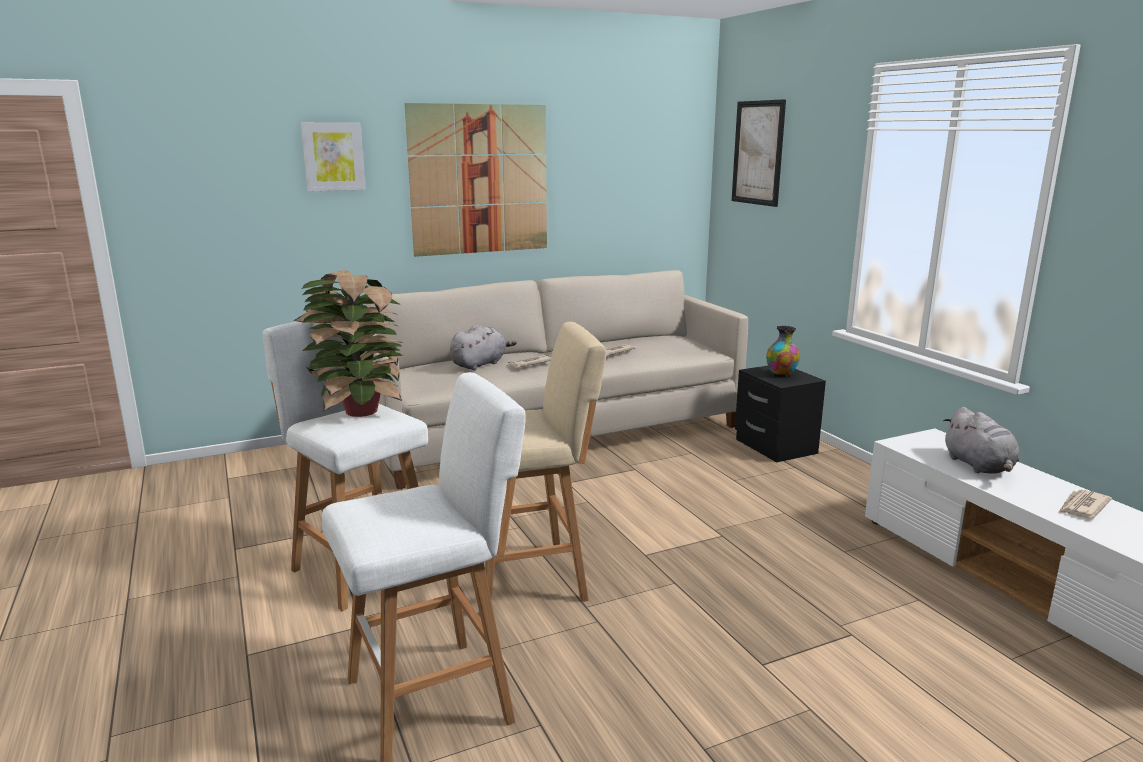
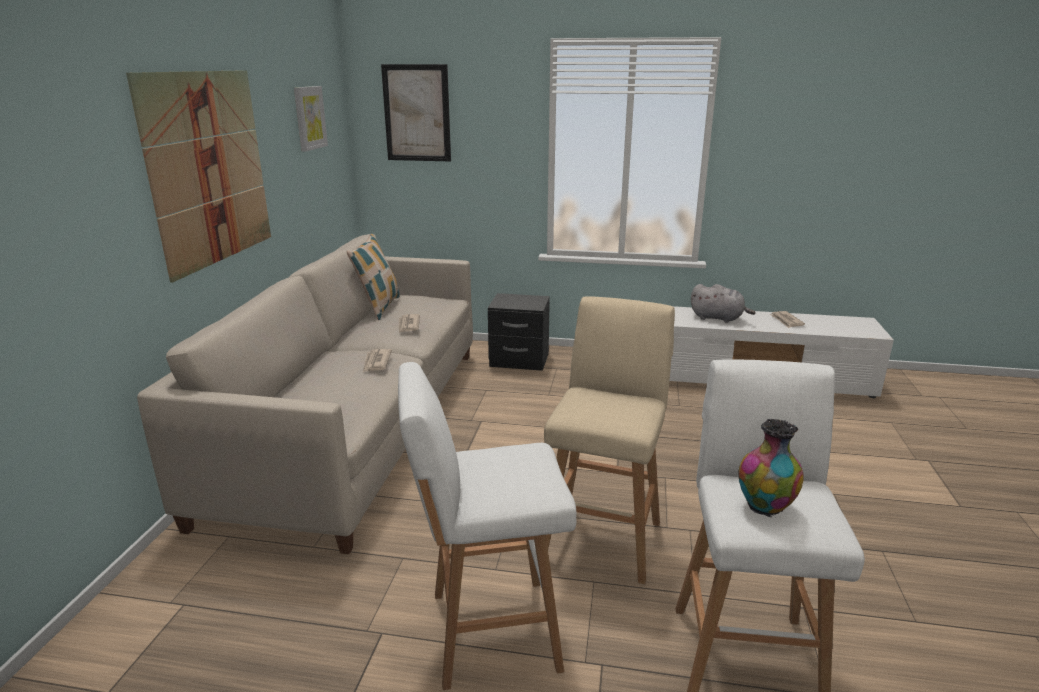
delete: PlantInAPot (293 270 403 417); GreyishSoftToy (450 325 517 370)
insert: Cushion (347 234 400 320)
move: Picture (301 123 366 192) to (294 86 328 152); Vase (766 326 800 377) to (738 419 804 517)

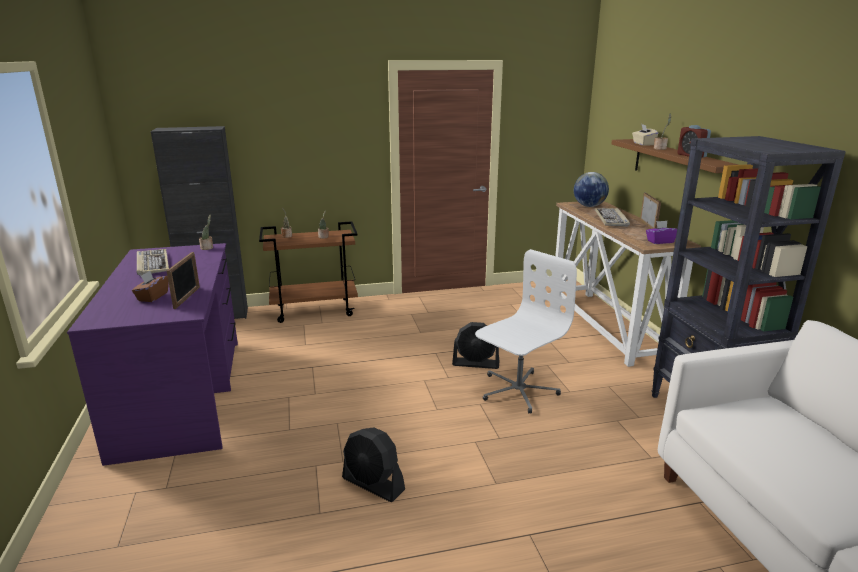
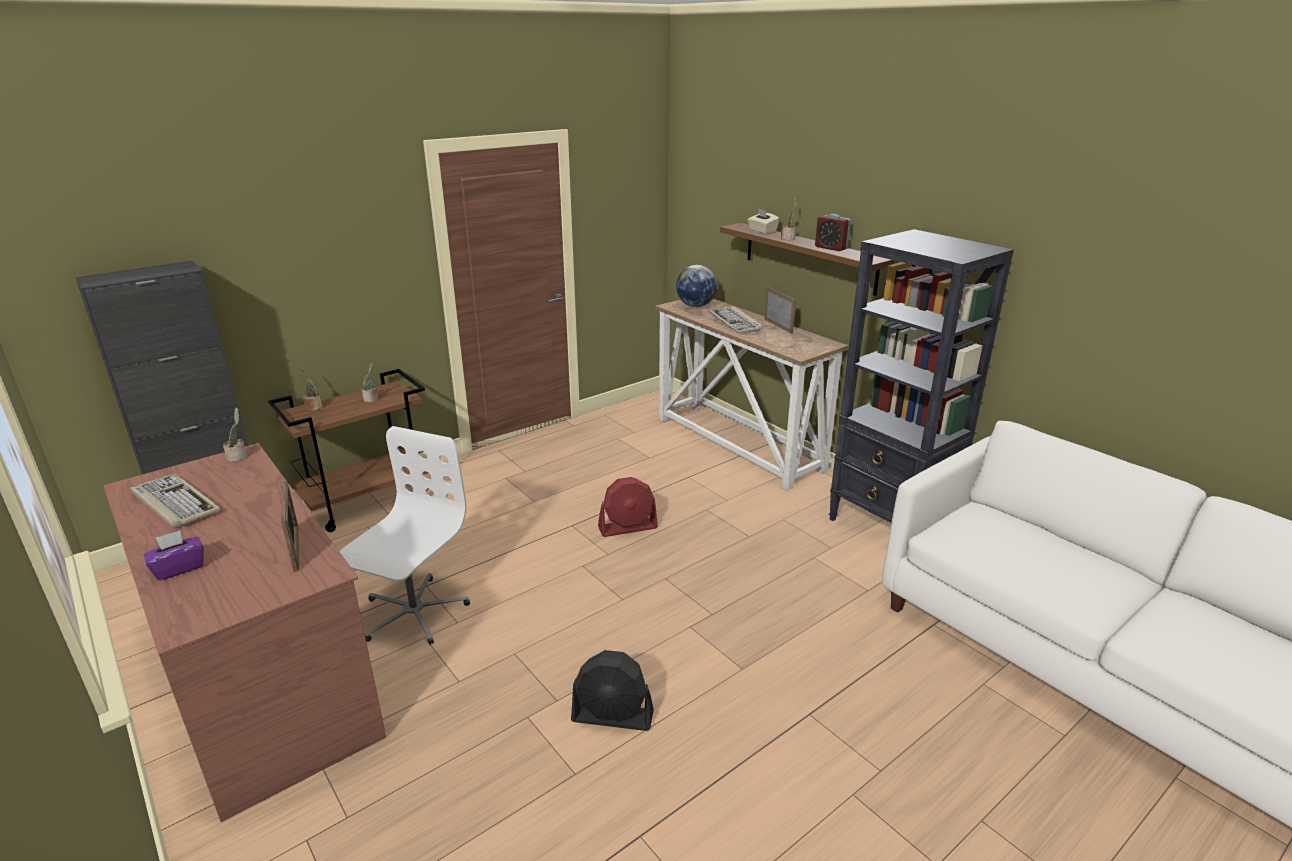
delete: BrownishTissueHolder (132 271 169 302)
move: WhiteDeskChair (475 249 577 414) to (339 426 470 645); PurpleColouredTissueHolder (646 221 677 244) to (144 530 204 581)
recolor: PurpleColouredDeskTable (67 243 238 466) to BrownishDeskTable (104 443 386 822); BlackElectricFan (452 322 500 369) to ReddishElectricFan (598 477 658 537)

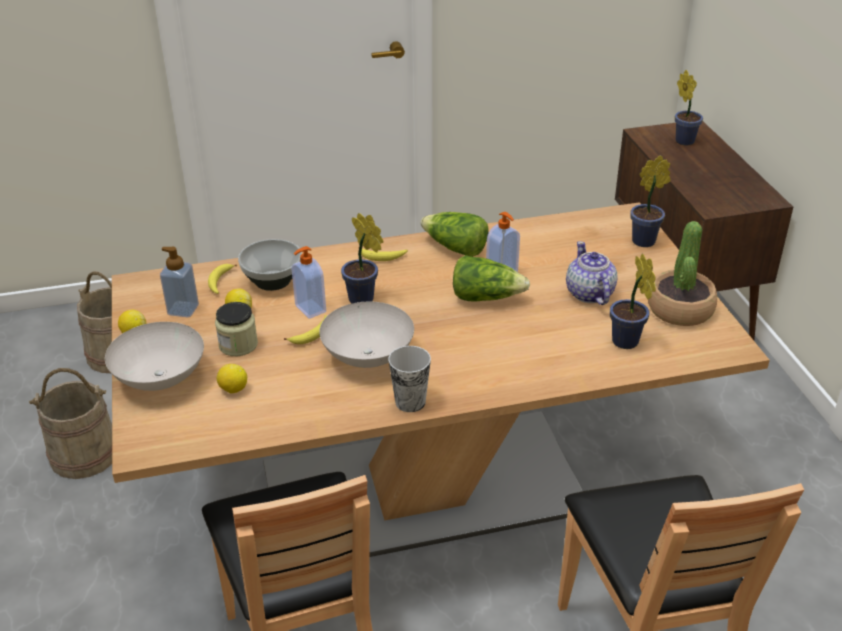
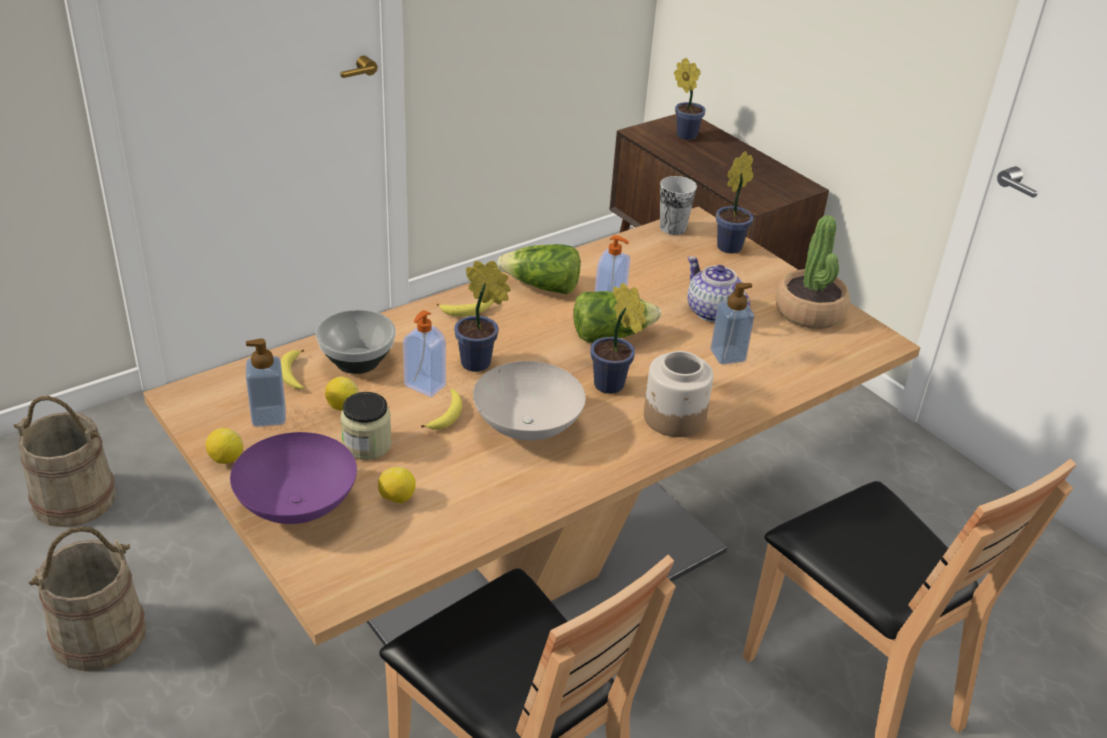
insert: PreserveJar (644 351 713 437); SoapBottle (710 283 754 364)
move: Cup (388 346 431 412) to (660 176 697 235); PlantInAPot (610 253 656 349) to (590 282 646 394)
recolor: WhiteBowl (105 322 204 391) to PurpleColouredBowl (230 432 357 524)

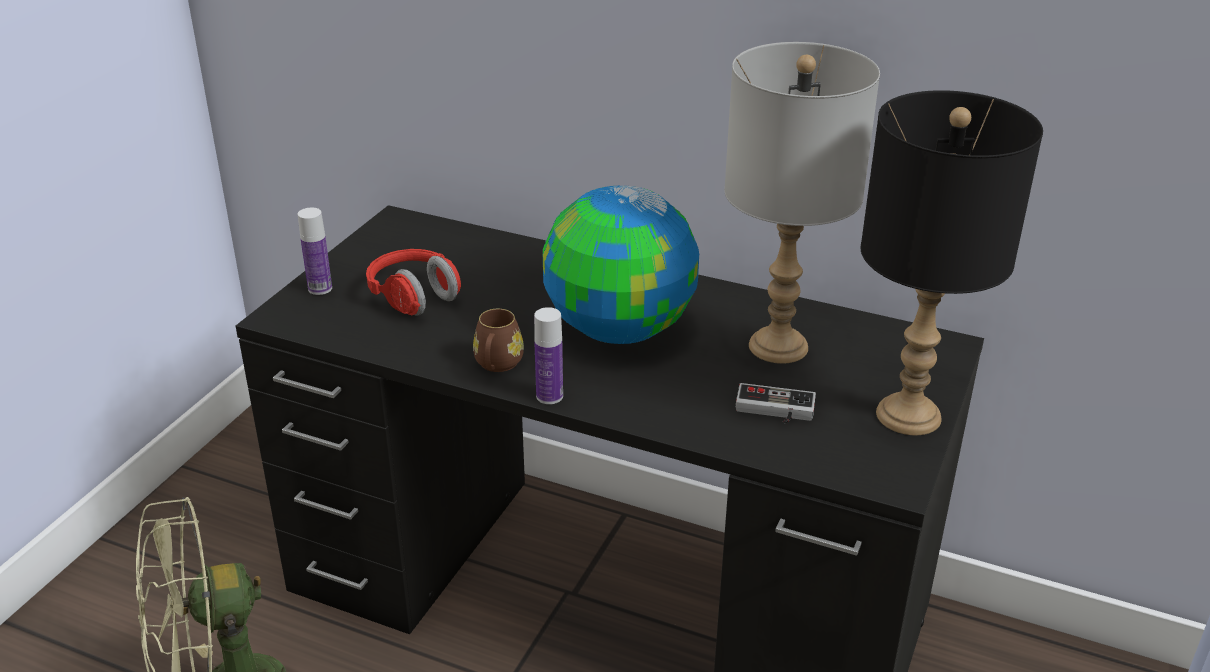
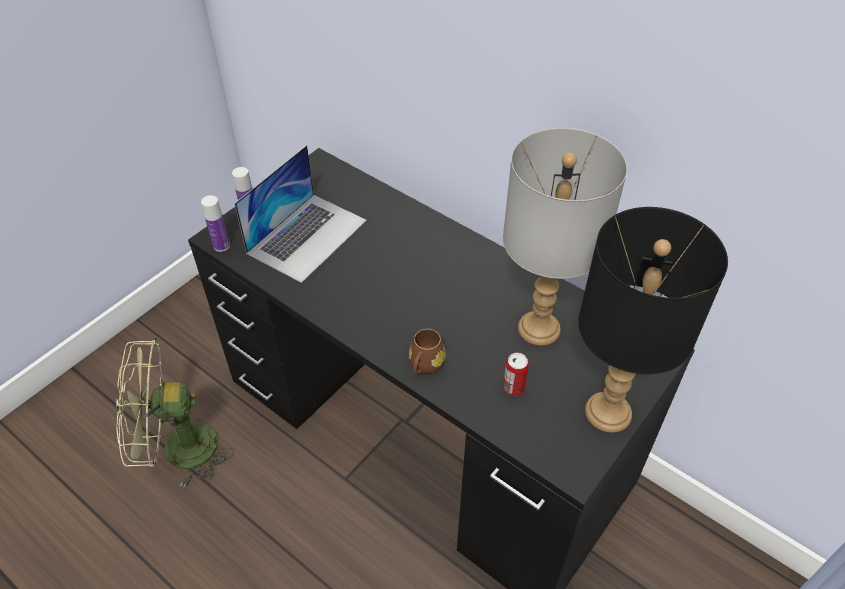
delete: DeskGlobe (543 186 699 344)
move: BrownishCoffeeMug (473 309 524 372) to (409 329 446 375); DrinkBottle (534 307 563 404) to (201 195 230 252)
replace: ReddishHeadphones (366 249 461 316) to NotebookComputer (234 145 367 283); Gamepad (736 383 816 424) to SealedCan (503 353 529 396)

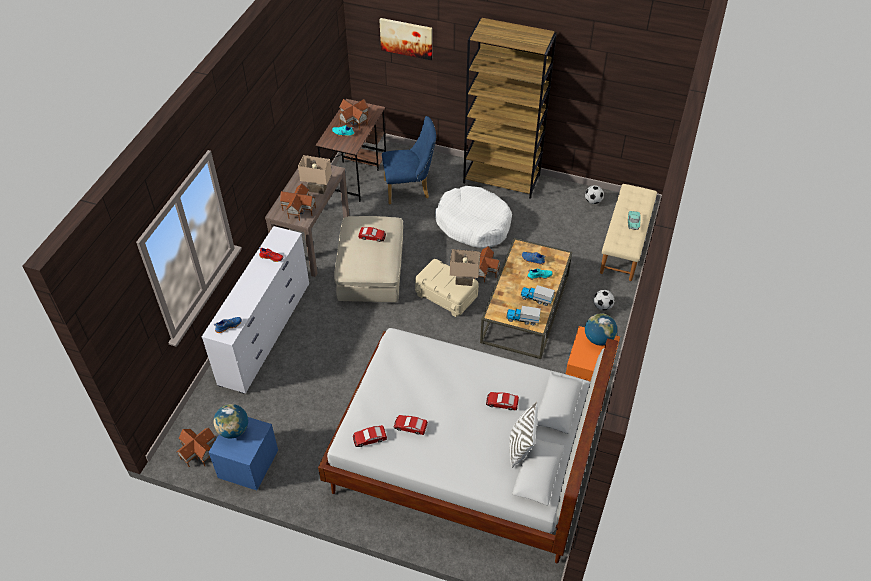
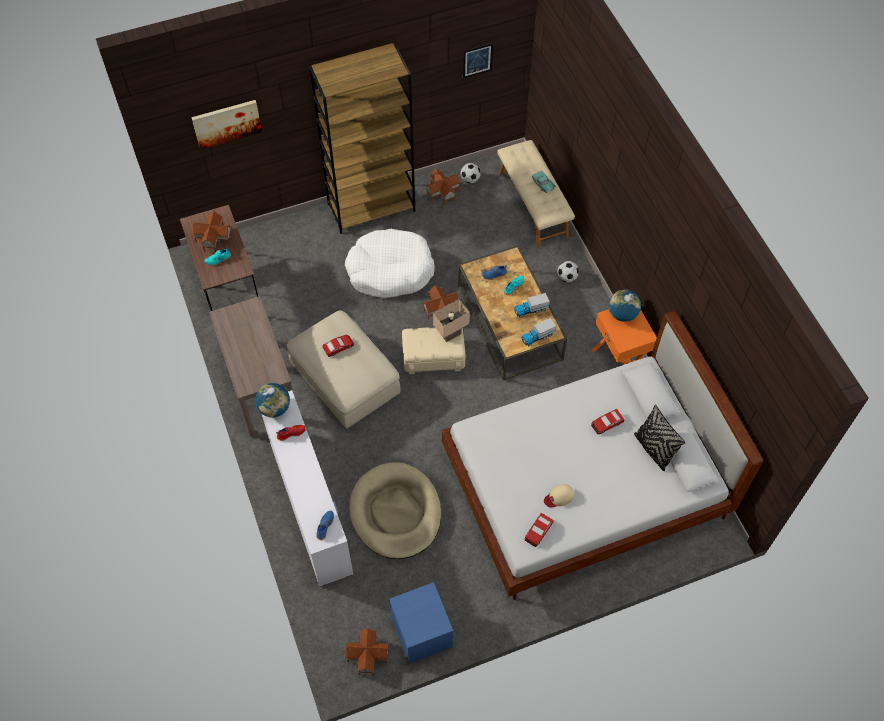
delete: BeigeTabletopLamp (298 155 332 194); BluishChair (382 116 436 204)
insert: BeigeDogBed (349 462 441 559); Picture (463 43 493 79)
move: DeskGlobe (213 404 248 438) to (255 383 290 417); ToyHouse (280 183 316 221) to (426 169 460 205)
replace: ToyCar (394 415 428 435) to BeigeCap (544 484 574 507)
recolor: WhiteCushion (509 401 538 468) to BlackCushion (634 404 686 471)

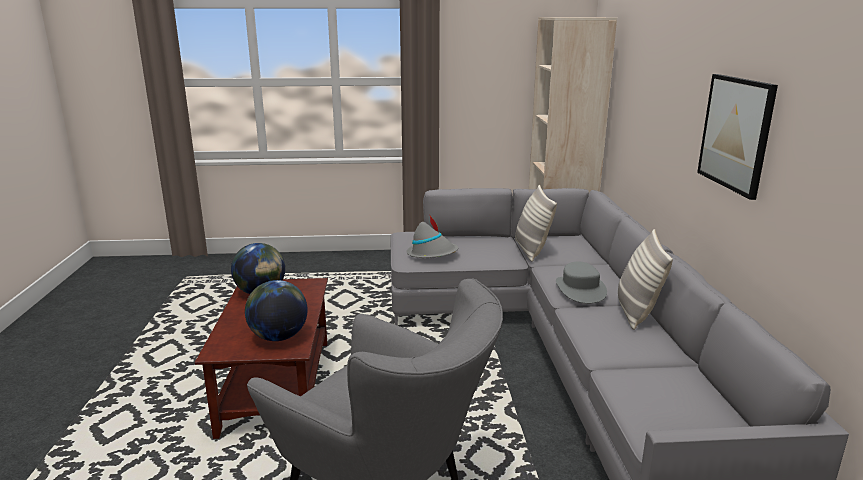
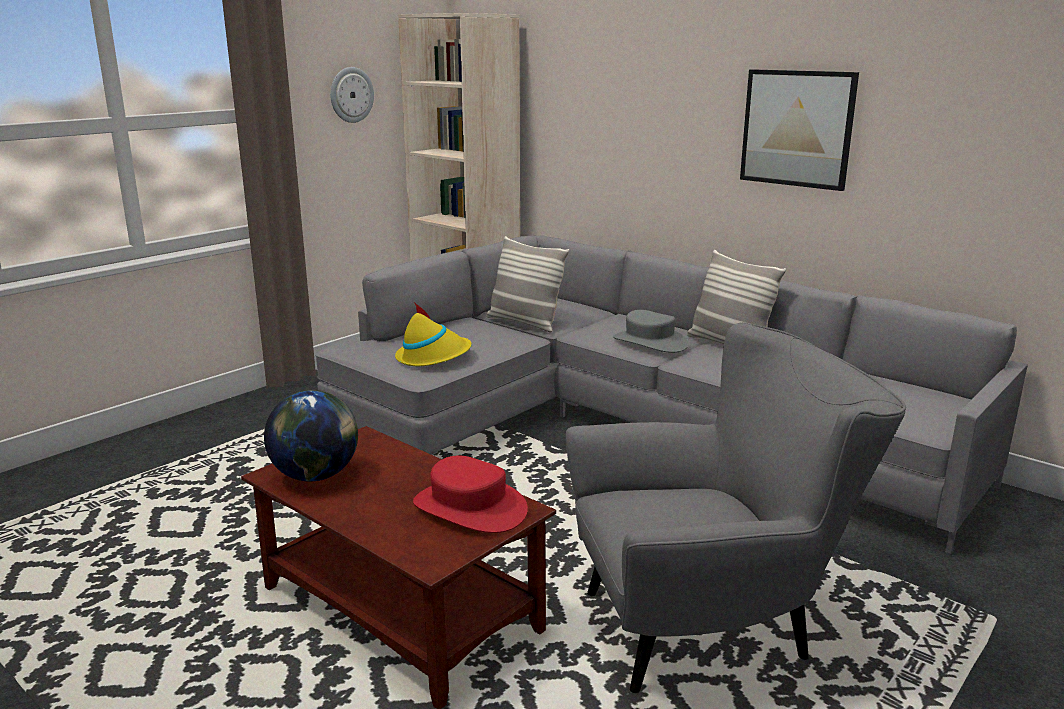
insert: HangingClock (330 67 374 123)
replace: DeskGlobe (245 280 308 341) to ReddishWearableHat (413 456 528 533)
recolor: GreyishWearableHat (407 214 458 258) to YellowishWearableHat (395 302 472 366)

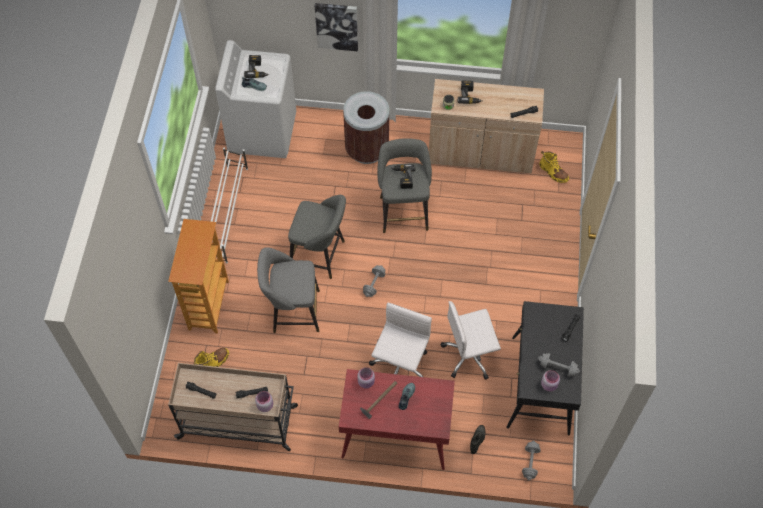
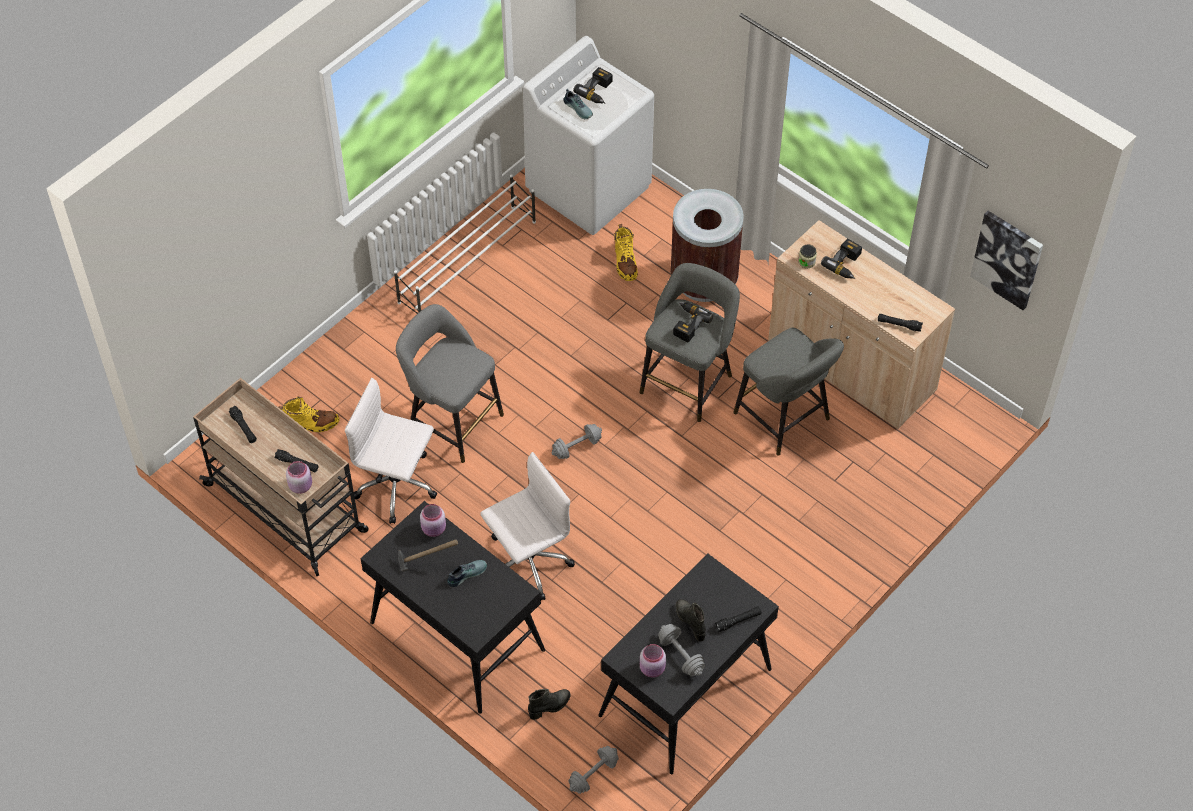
delete: ShelvingUnit (168 219 229 333)
insert: BlackTallBoot (676 599 706 641)
move: GreyishStoolSeat (288 195 346 279) to (733 328 844 456); Picture (315 3 358 51) to (970 211 1043 310); WhiteDeskChair (441 301 501 380) to (345 378 437 524); YellowishTallBoot (539 151 569 183) to (614 223 638 281)
recolor: ReddishDeskTable (339 369 455 470) to BlackDeskTable (360 501 545 714)

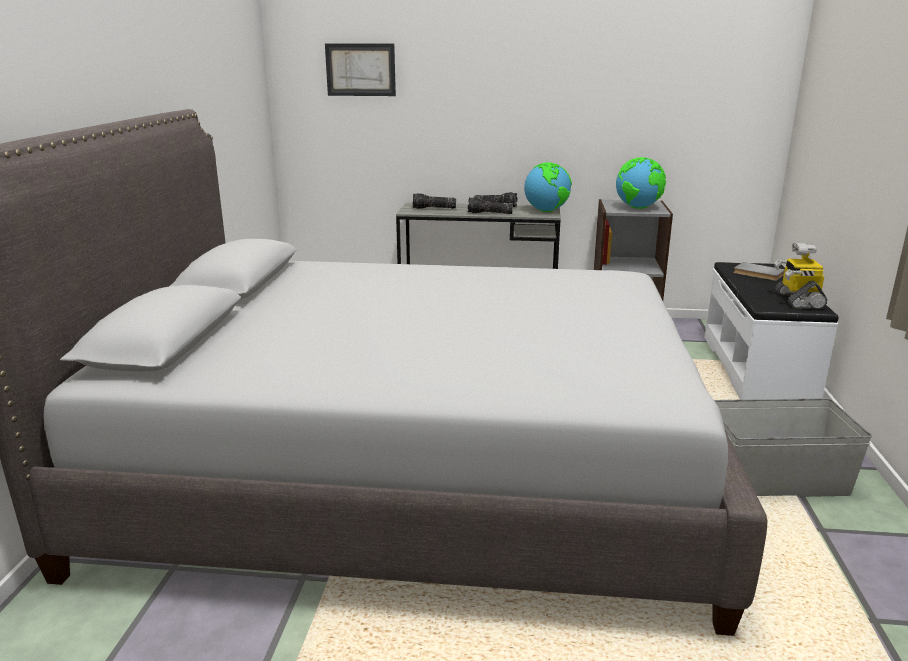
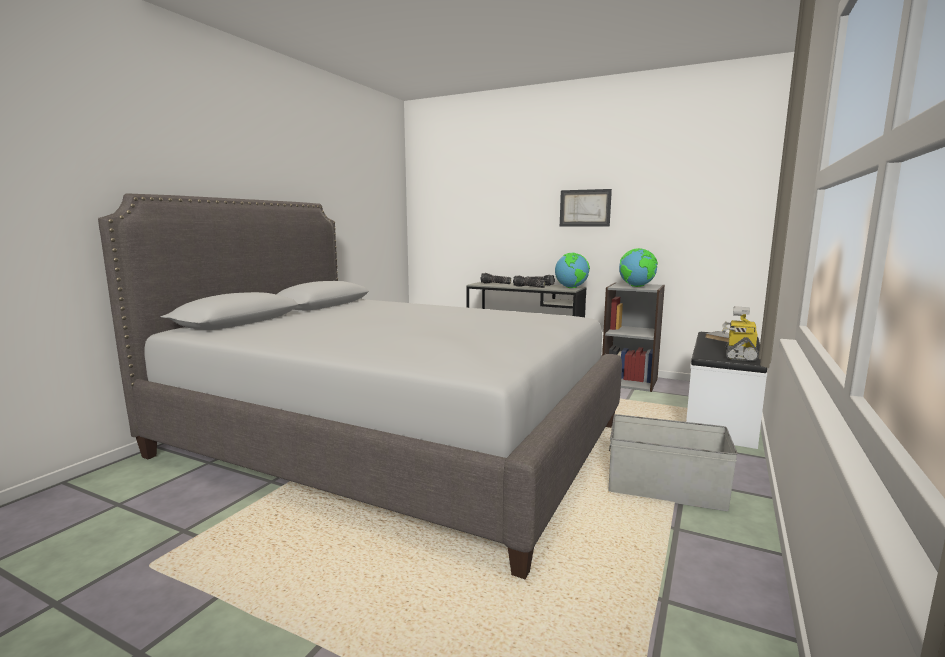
move: Picture (325 44 396 96) to (560 189 612 226)

